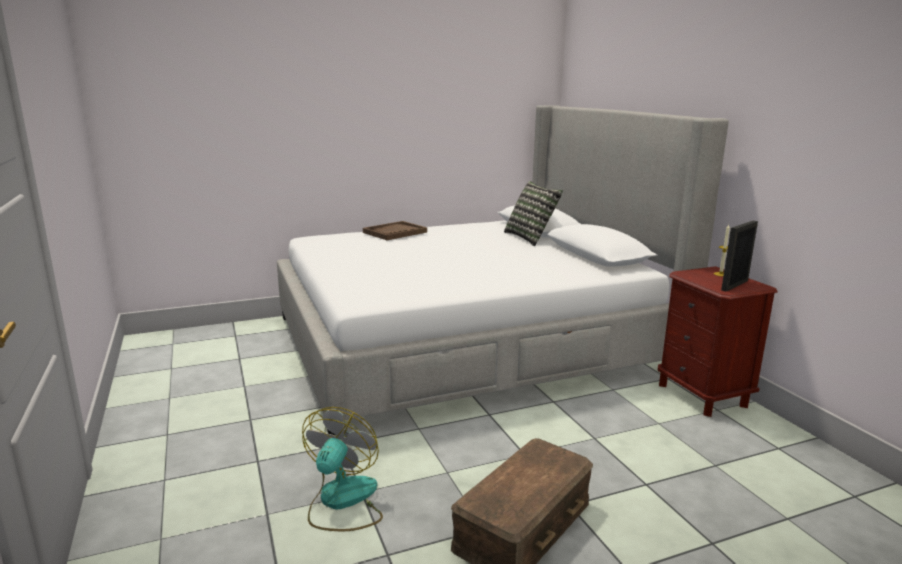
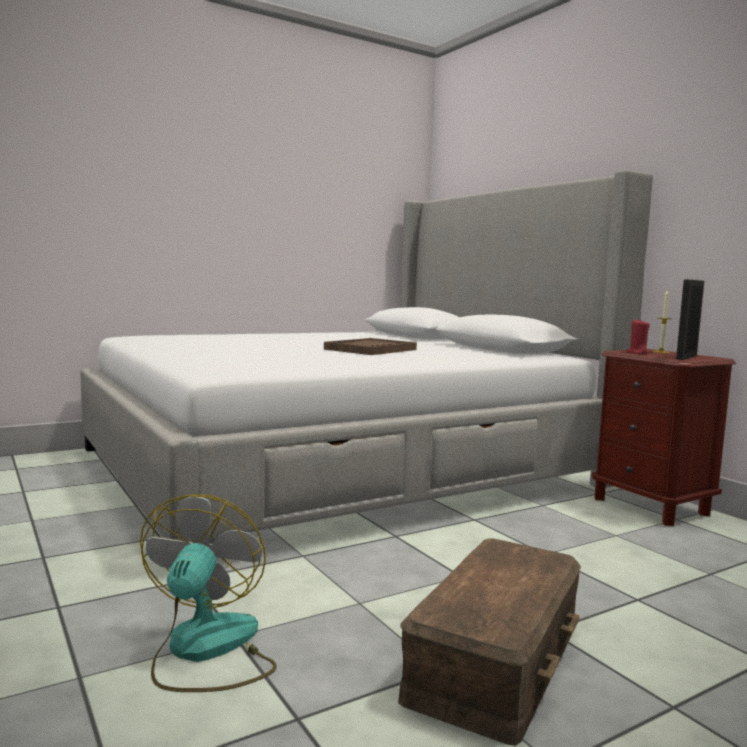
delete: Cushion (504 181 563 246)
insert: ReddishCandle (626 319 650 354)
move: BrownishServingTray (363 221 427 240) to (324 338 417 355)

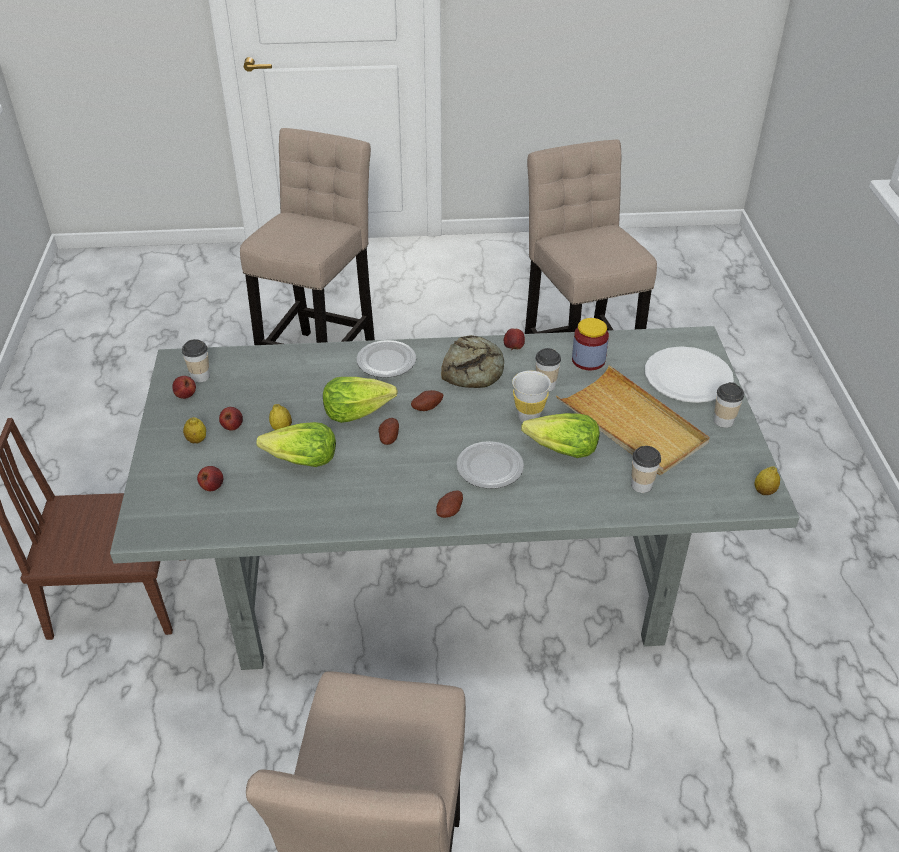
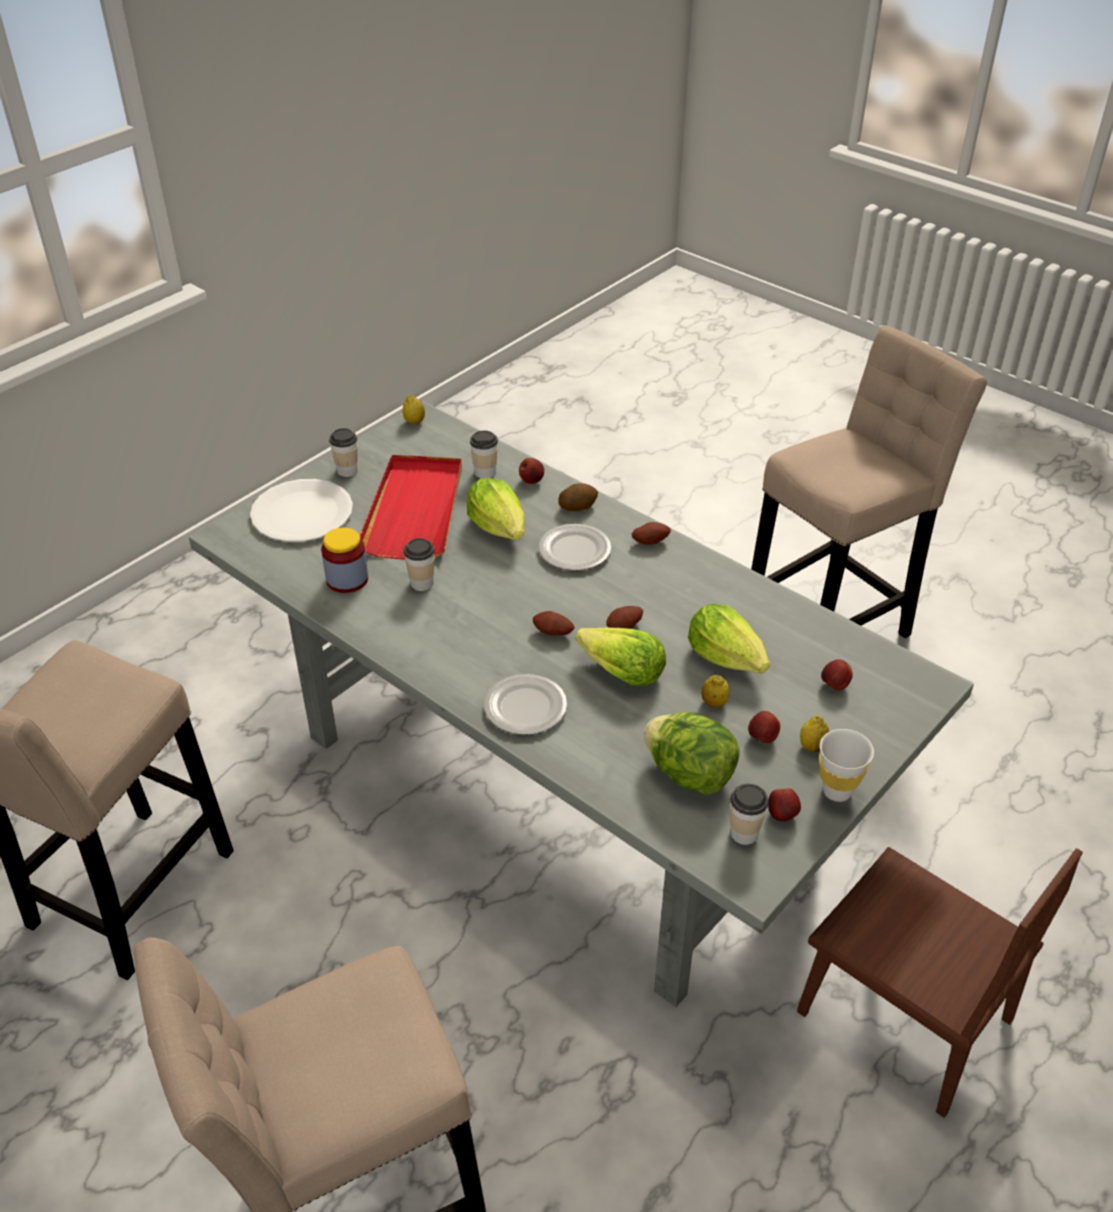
delete: BakeryBread (441 335 504 388)
insert: WholePotato (558 483 598 511); LettuceHead (644 712 740 795)
move: AppleFruit (504 328 525 350) to (519 458 544 484); WhiteCup (512 371 551 422) to (819 729 874 802)
recolor: BeigeServingTray (556 365 710 475) to ReddishServingTray (360 455 462 559)

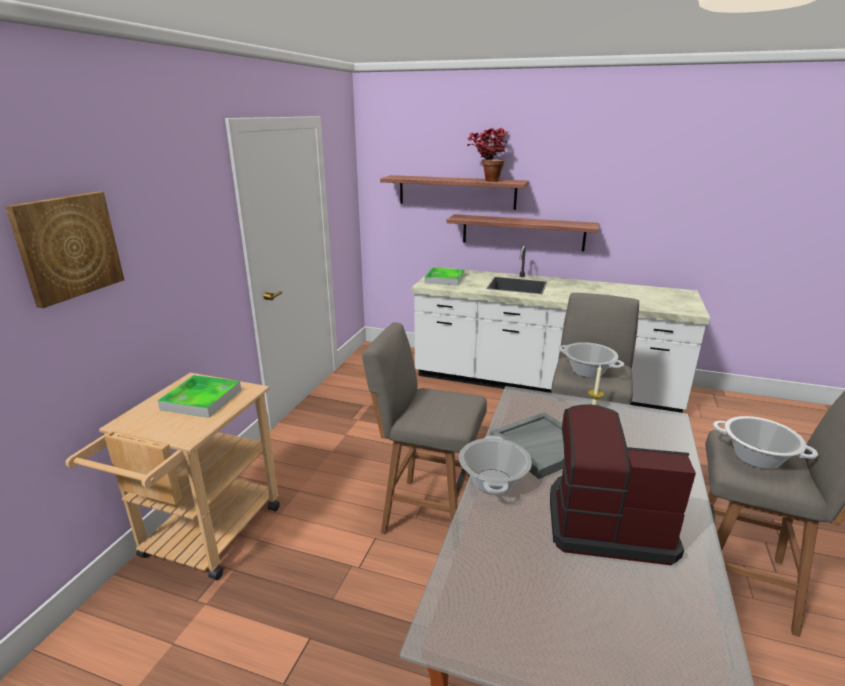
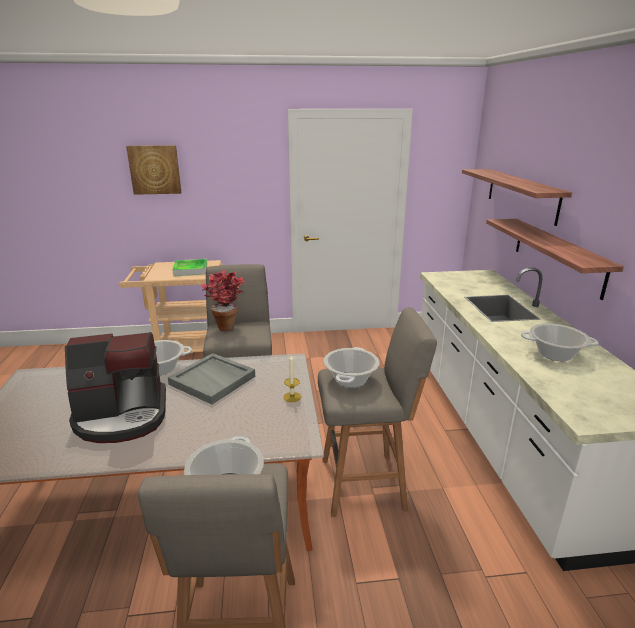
delete: ServingTray (425 268 464 286)
insert: Stockpot (521 323 599 361)
move: PlantInAPot (467 128 508 182) to (201 271 245 331)
rotate: CoffeeMachine (550 404 696 565) = (65 332 166 443) 90 degrees clockwise

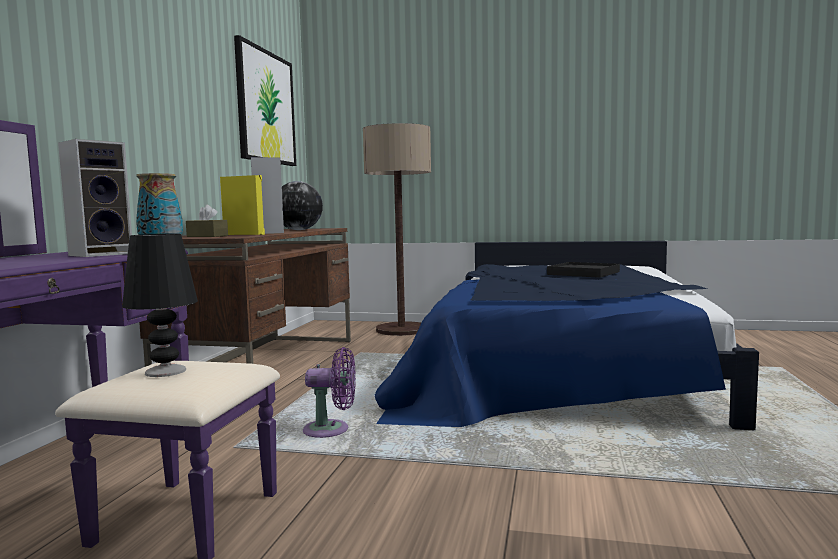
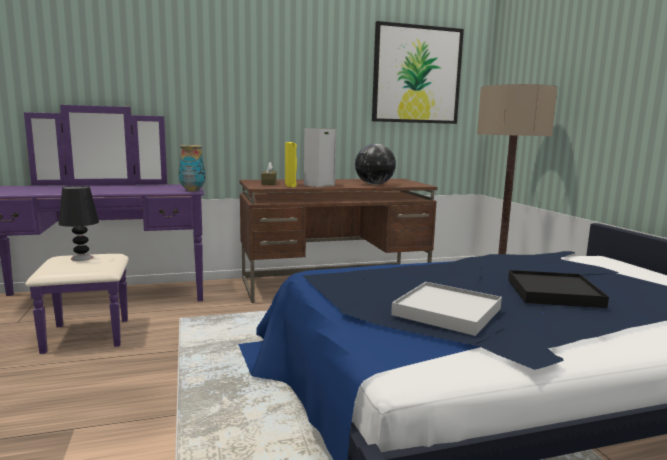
delete: Loudspeaker (58 139 132 257); PurpleColouredElectricFan (303 347 356 438)
insert: WhiteServingTray (391 282 502 336)

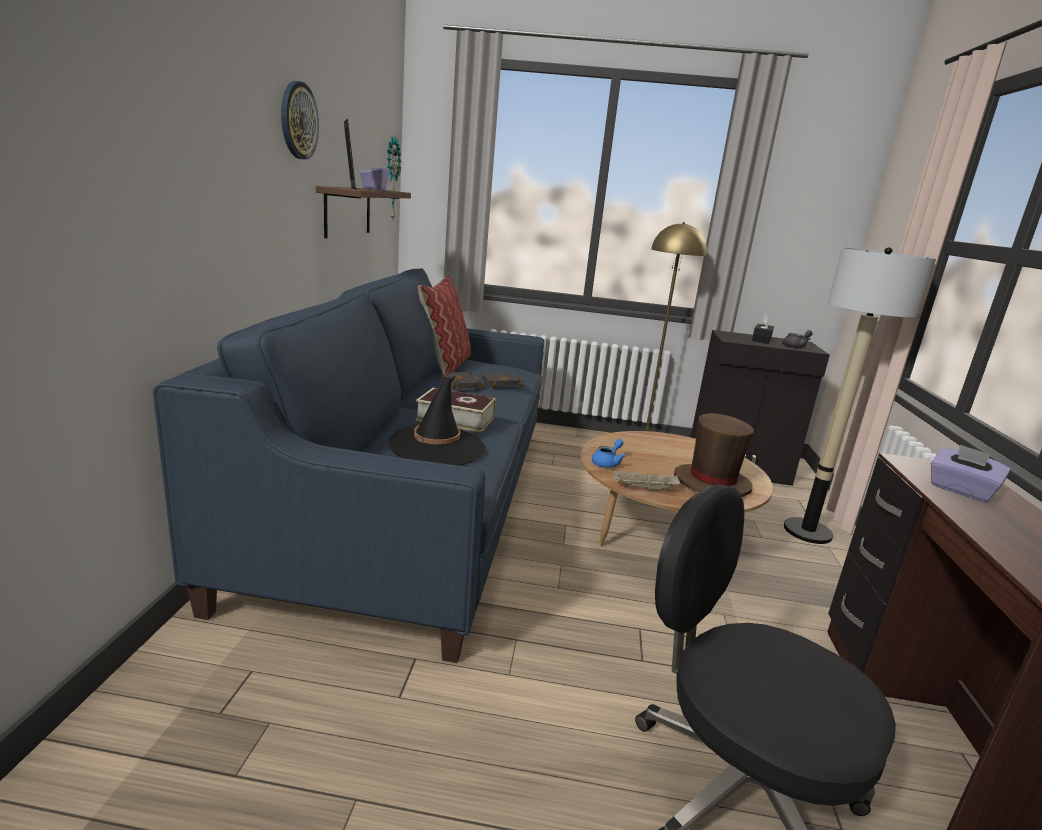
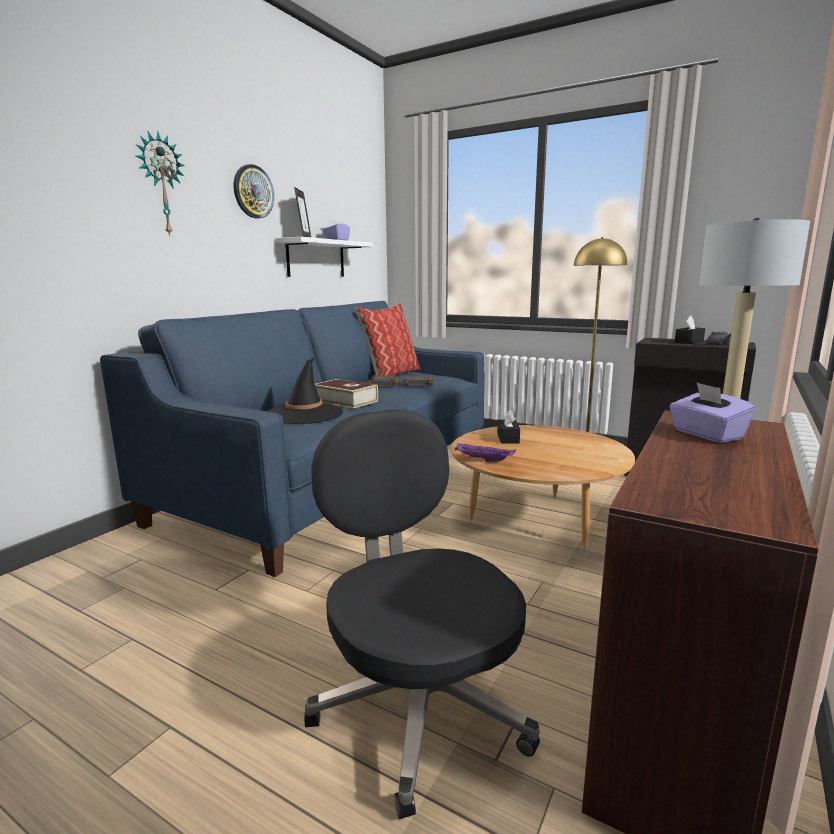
delete: BluishTeapot (592 439 626 468); BrownishWearableHat (674 413 754 497)
insert: BlackTissueHolder (497 410 520 444)
move: HangingClock (387 136 401 220) to (135 130 185 237)
recolor: BrownishWallShelf (316 186 411 238) to WhiteWallShelf (275 237 373 277); BeigeServingTray (612 470 681 491) to PurpleColouredServingTray (454 443 516 462)

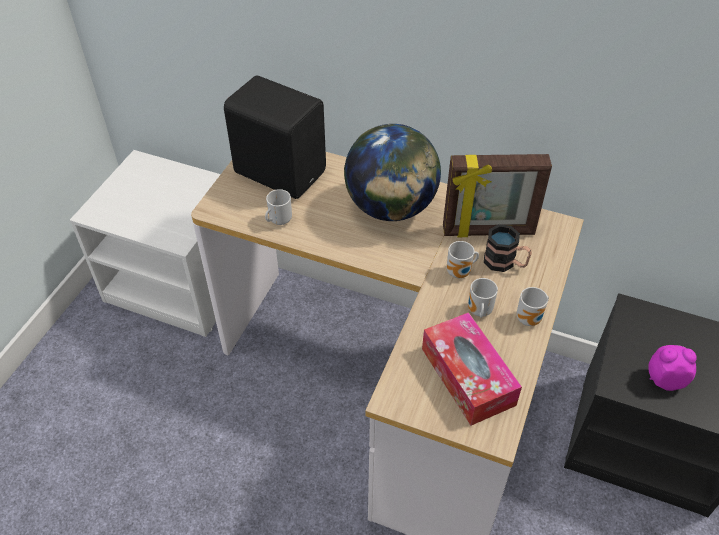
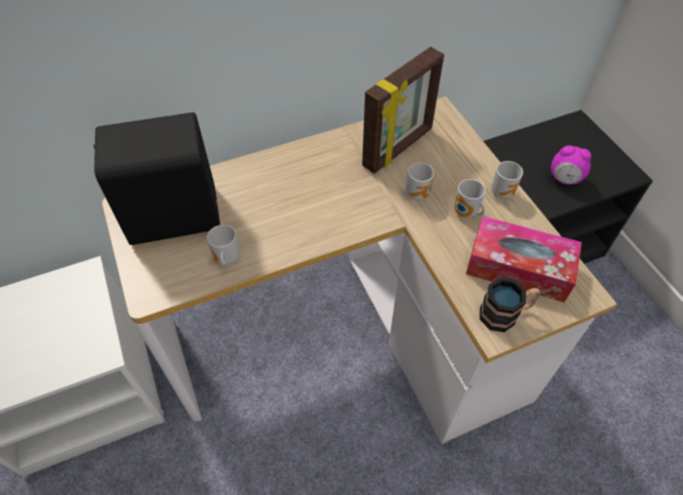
delete: DeskGlobe (344 124 441 221)
move: CoffeeMug (484 224 532 272) to (479 278 540 332)
rotate: BedsideClock (648 345 697 391) = (551 145 591 185) 120 degrees counterclockwise

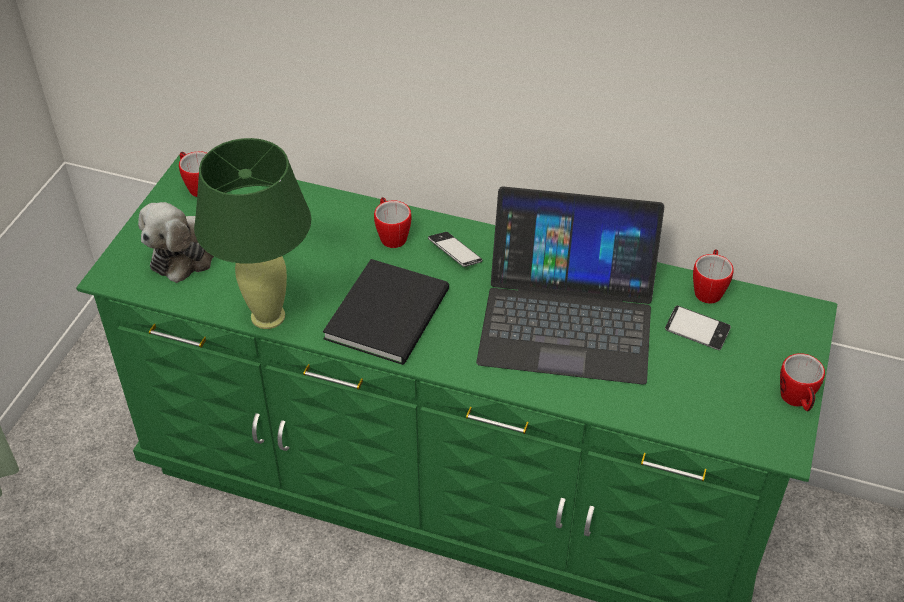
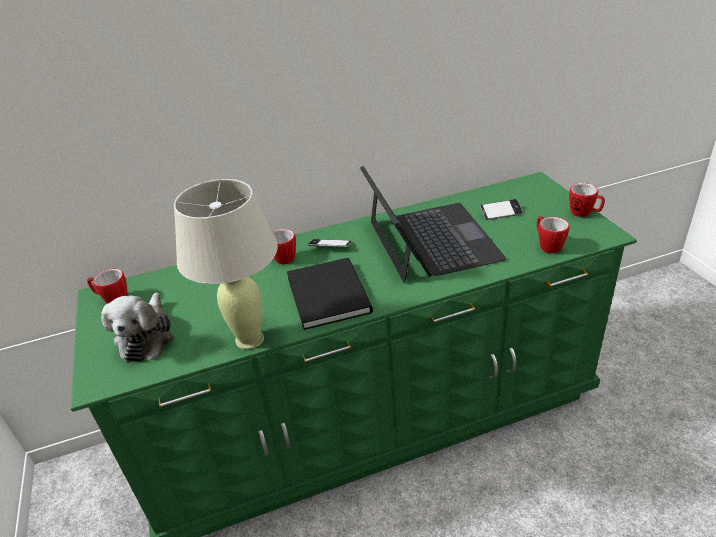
move: CoffeeMug (693 249 734 304) to (537 216 569 254)
recolor: GreenColouredTabletopLamp (194 138 311 329) to BeigeTabletopLamp (174 179 278 350)
rotate: NotebookComputer (476 186 664 385) = (360 166 507 283) 75 degrees counterclockwise

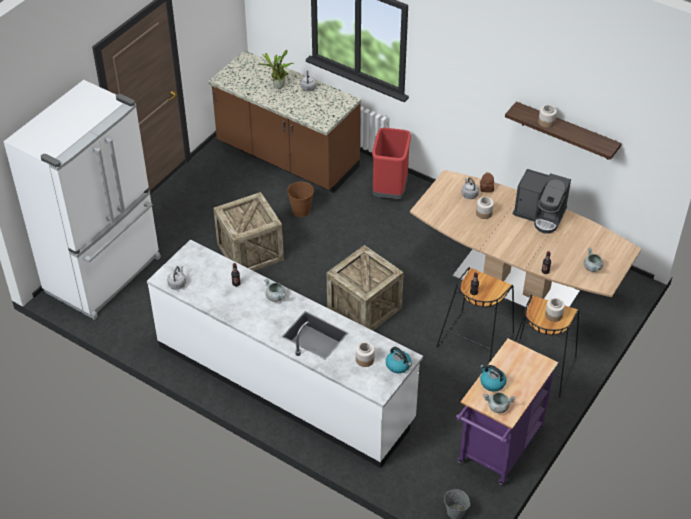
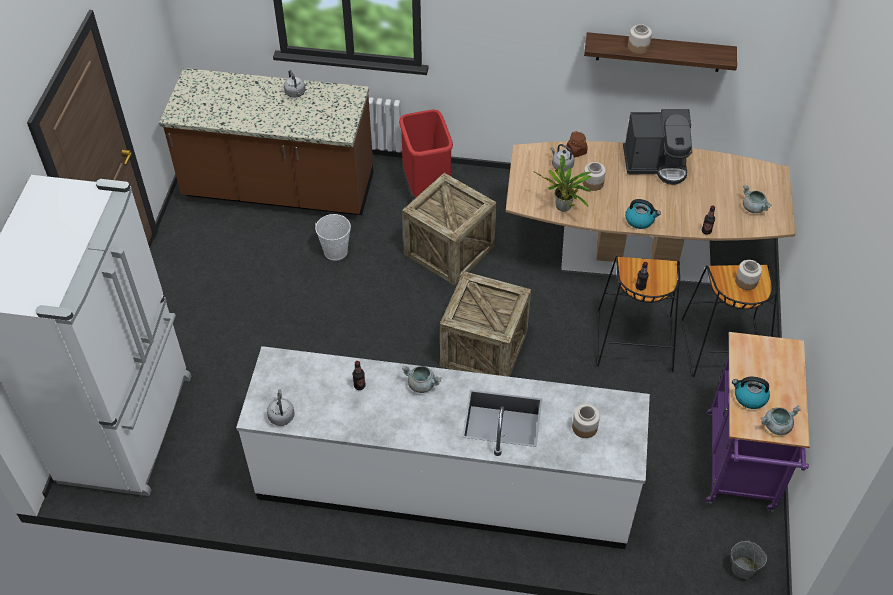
move: PackingCrate (213 192 284 271) to (402 173 497 285); PlantInAPot (259 50 294 89) to (533 155 591 212); WaterKettle (386 347 412 373) to (625 199 661 229)
recolor: BrownishWaterBucket (287 182 314 217) to WhiteWaterBucket (315 214 351 261)

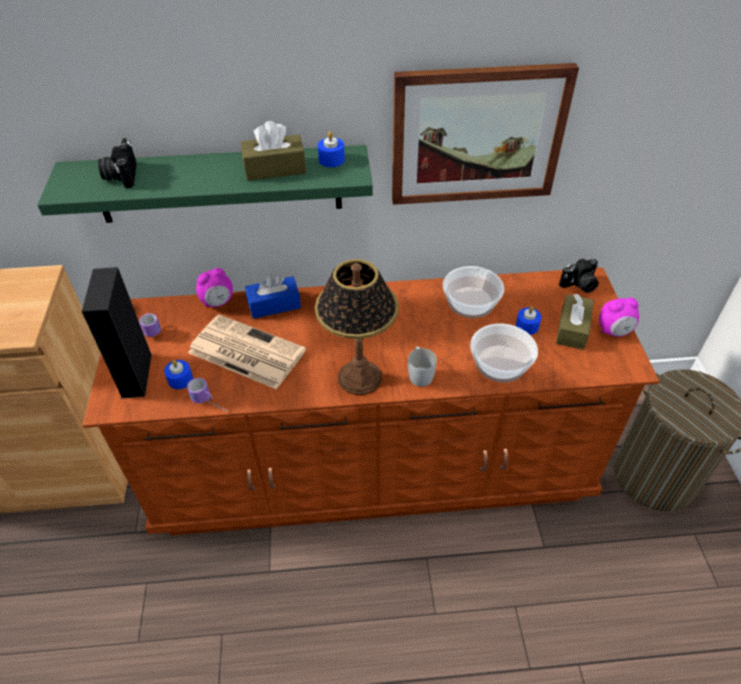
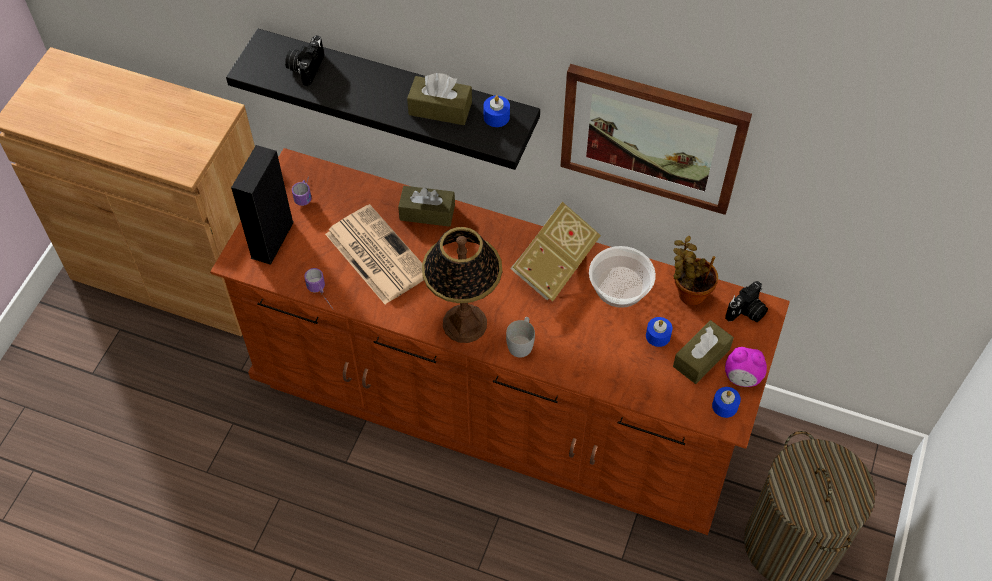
delete: BedsideClock (196 268 233 307); Bowl (470 323 538 382)
insert: Volume (510 202 601 302); PlantInAPot (673 236 718 306)
move: BluishCandle (164 360 193 389) to (712 387 741 418)
recolor: GreenColouredWallShelf (37 145 373 223) to BlackWallShelf (226 29 540 170); BluishTissueHolder (245 275 301 319) to BrownishTissueHolder (398 186 455 227)
rotate: StillCamera (559 258 599 293) = (725 281 768 322) 45 degrees counterclockwise

